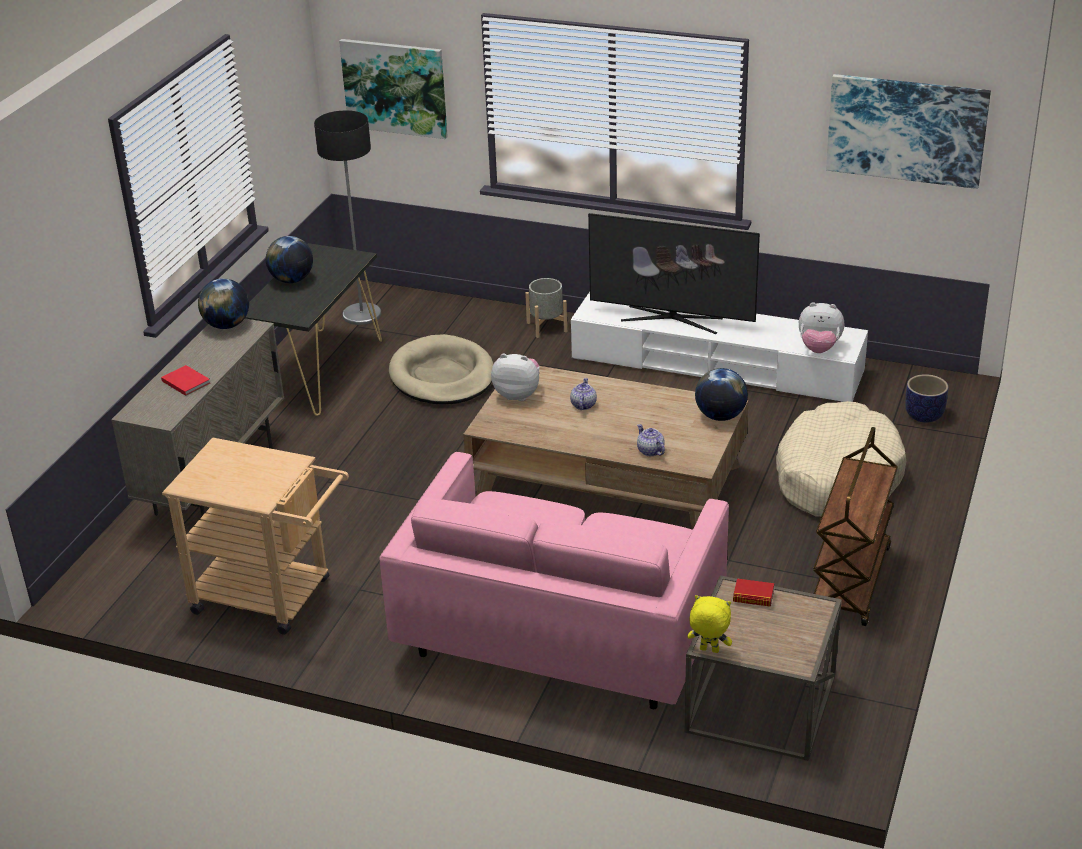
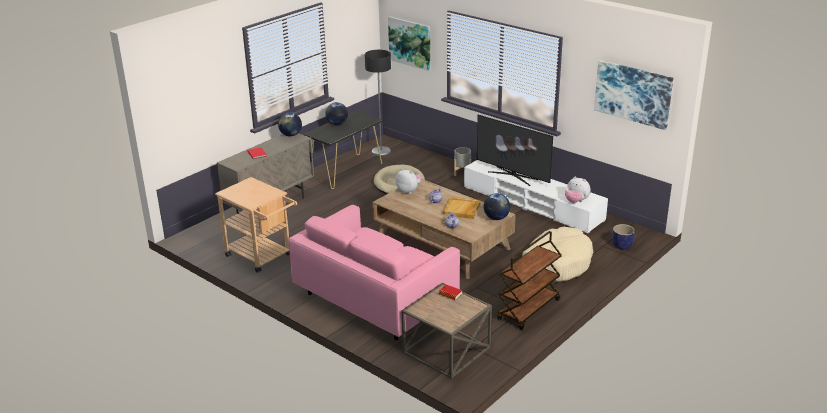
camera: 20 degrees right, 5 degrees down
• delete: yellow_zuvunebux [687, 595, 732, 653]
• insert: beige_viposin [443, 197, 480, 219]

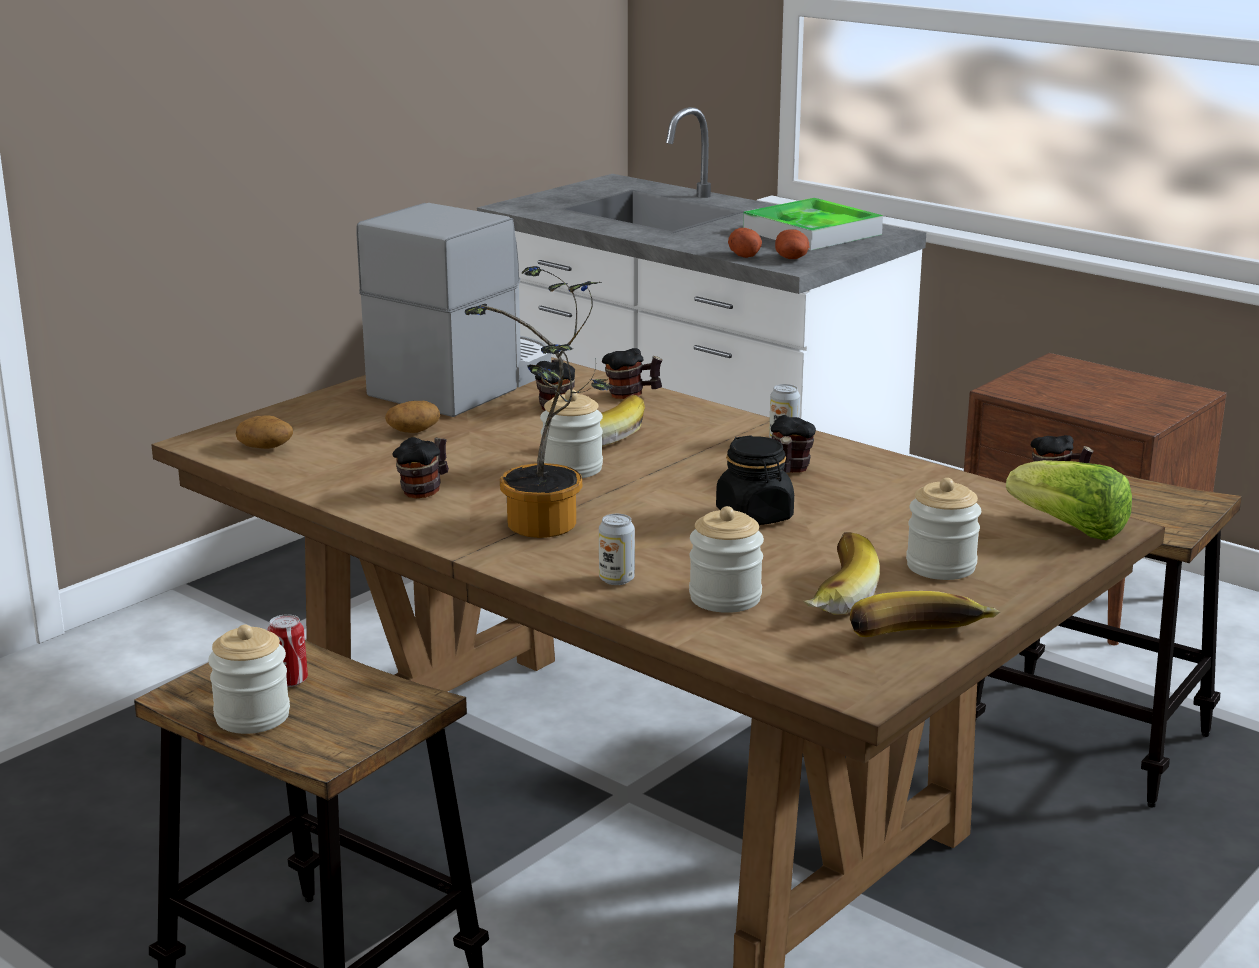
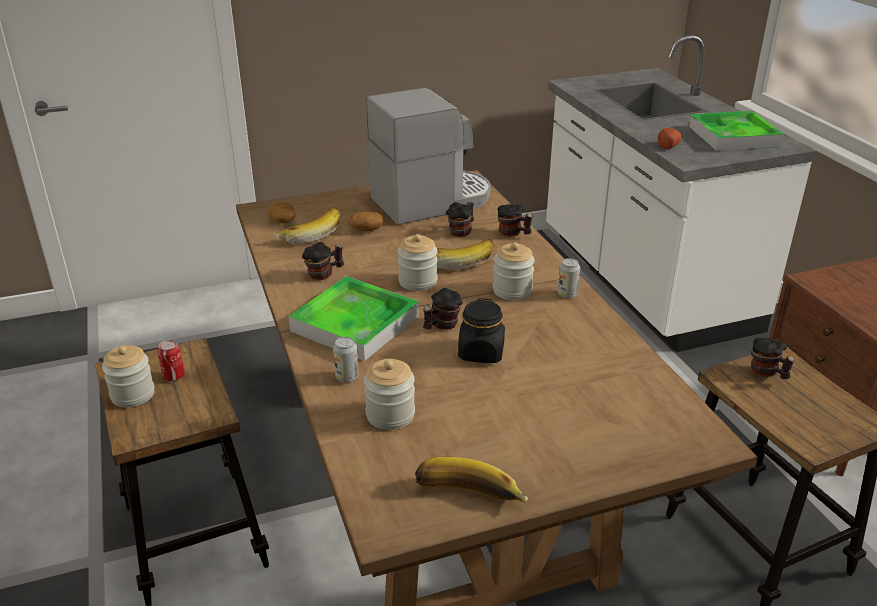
camera: 30 degrees right, 10 degrees up
• delete: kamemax [775, 229, 809, 259]
• replace: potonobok [465, 266, 613, 538] to viposin [289, 276, 419, 361]
• move: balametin [771, 415, 816, 473] to [423, 288, 463, 330]
• delete: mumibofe [1006, 460, 1132, 540]
• move: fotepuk [906, 478, 981, 580] to [493, 242, 535, 300]
• move: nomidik [804, 532, 880, 615] to [274, 207, 340, 244]

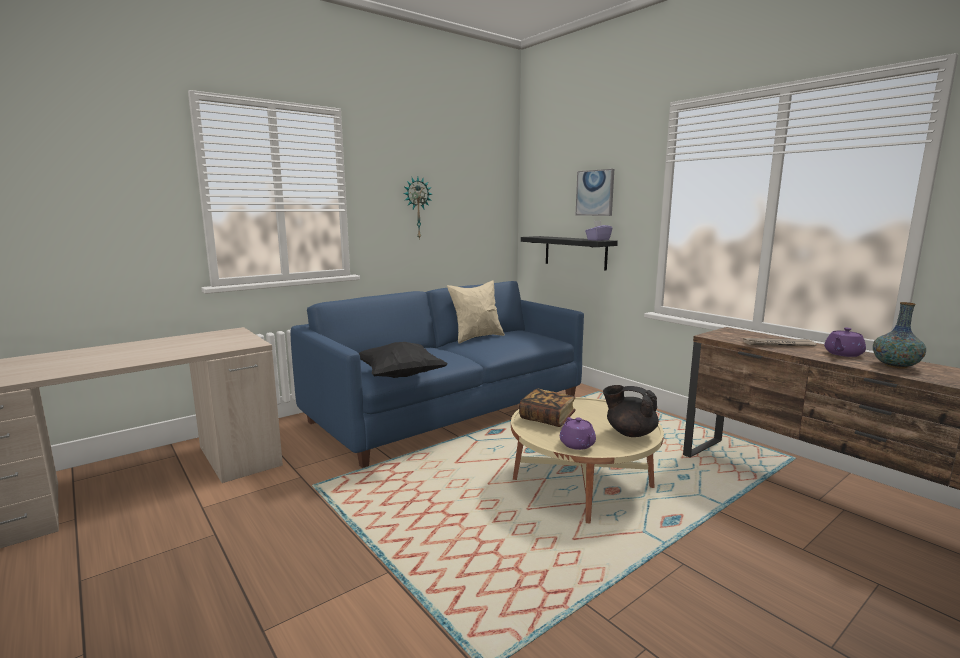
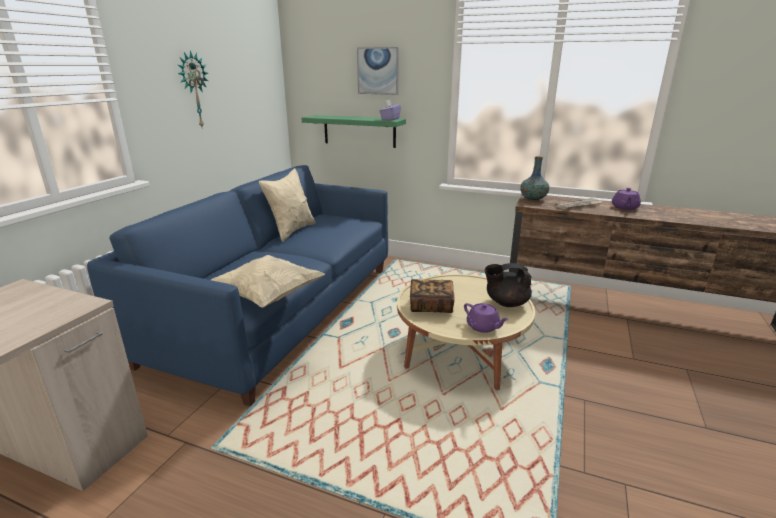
camera: 30 degrees left, 10 degrees up
• recolor: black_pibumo [521, 236, 618, 271] to green_pibumo [302, 115, 406, 148]
• move: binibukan [873, 302, 926, 369] to [520, 156, 549, 201]
• recolor: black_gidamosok [359, 342, 448, 378] to beige_gidamosok [211, 255, 325, 308]

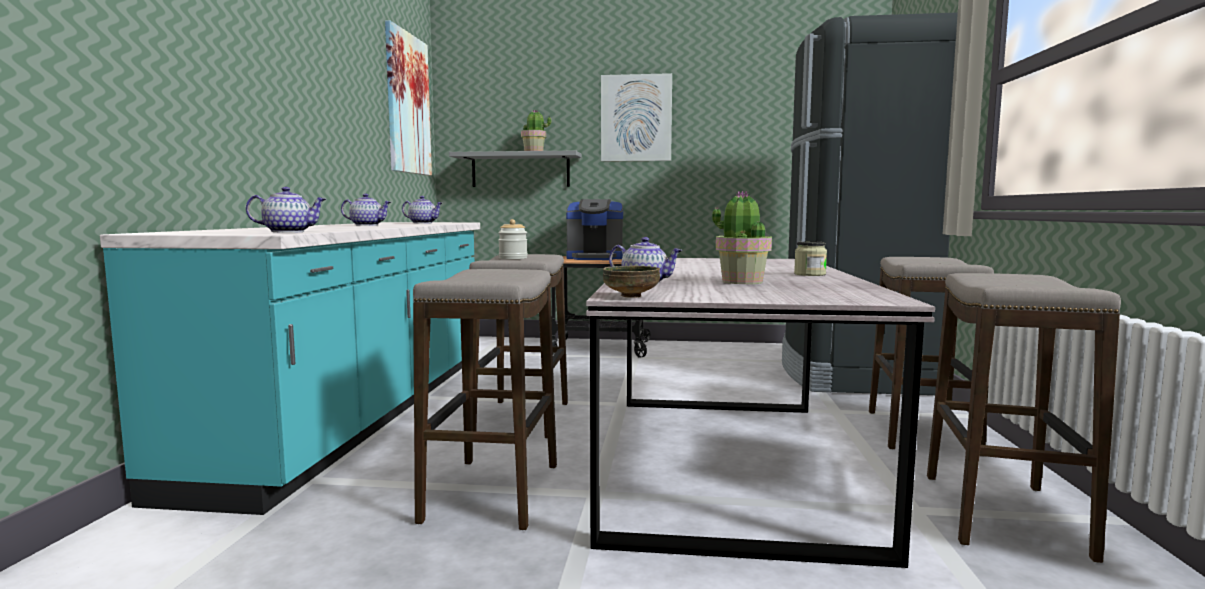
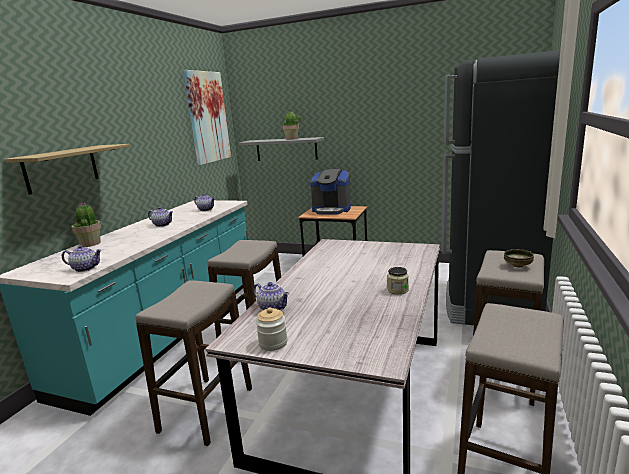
camera: 15 degrees right, 10 degrees up
• delete: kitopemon [601, 73, 672, 162]
• move: potonobok [712, 191, 772, 284] to [71, 202, 101, 247]
• move: fotepuk [498, 219, 528, 259] to [256, 307, 287, 351]
• move: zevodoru [603, 266, 660, 298] to [504, 249, 534, 268]
• insert: pibumo [4, 144, 130, 195]

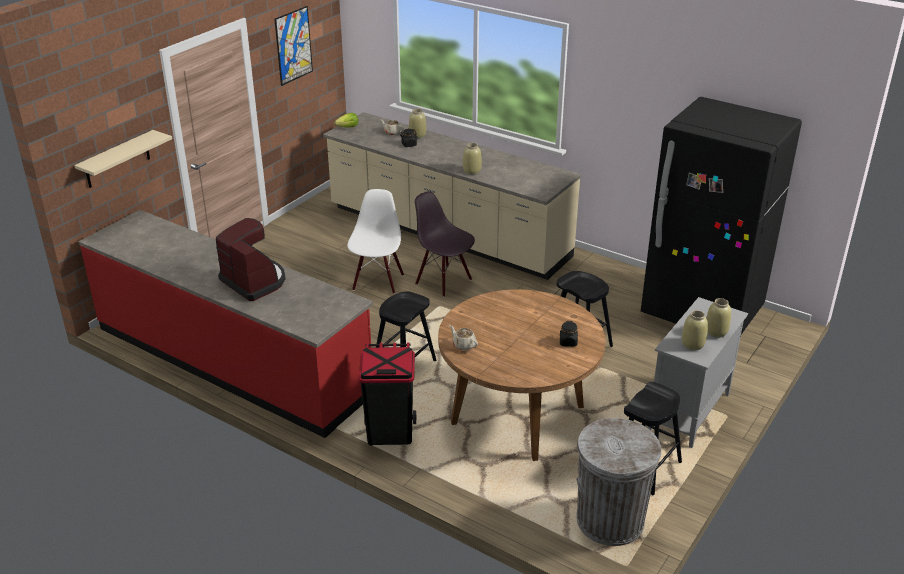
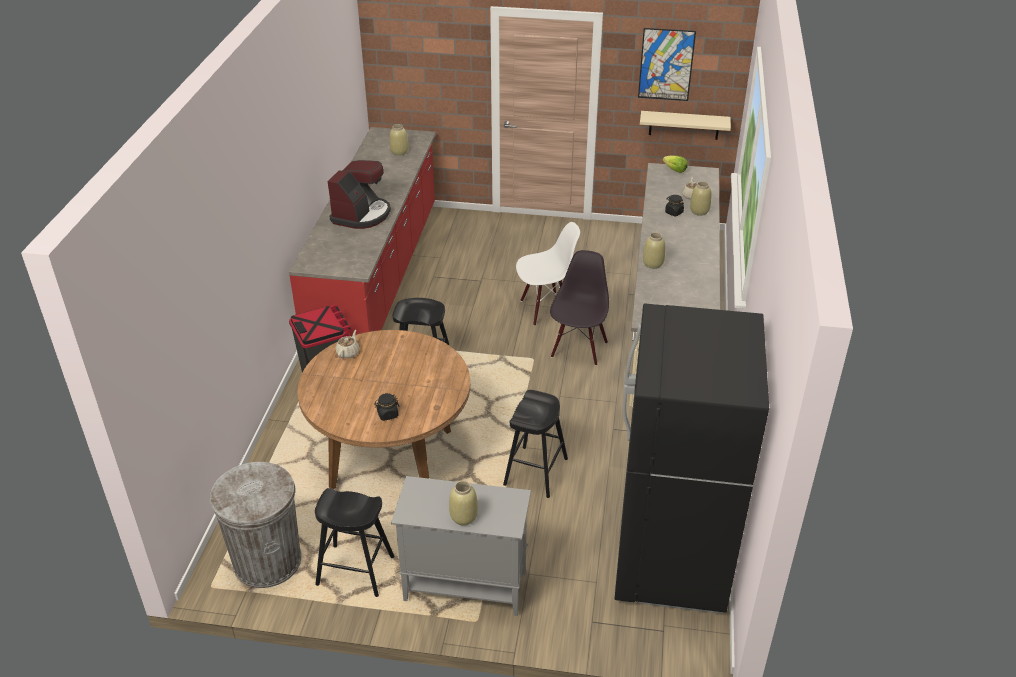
camera: 65 degrees right, 5 degrees up
• move: beige_pibumo [74, 130, 172, 188] to [640, 111, 731, 140]
• move: beige_binibukan [682, 310, 708, 351] to [389, 124, 408, 156]

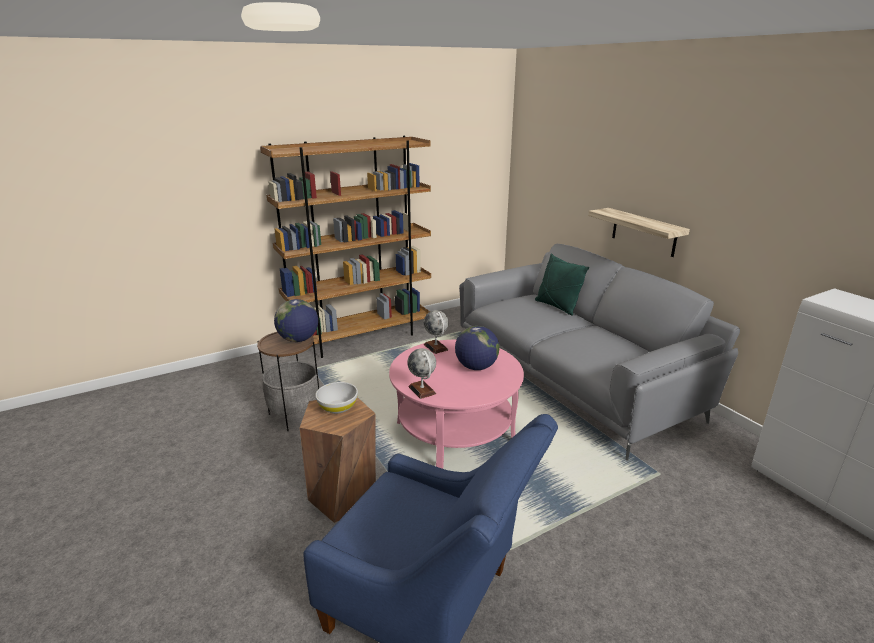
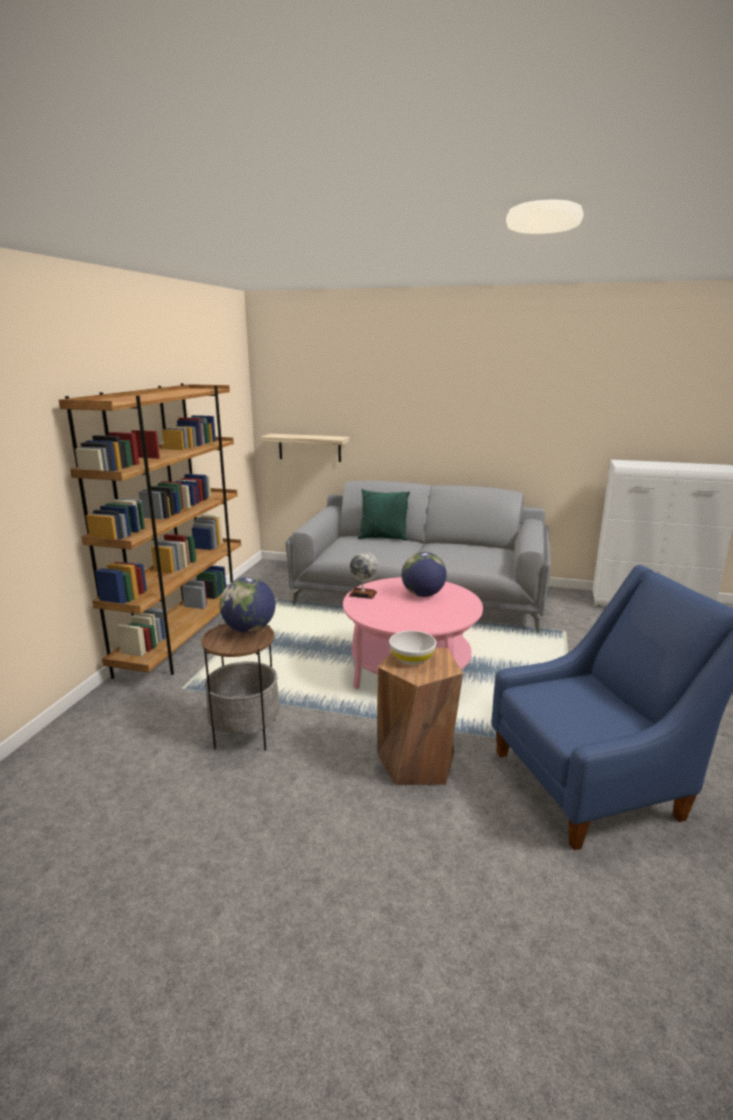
camera: 45 degrees left, 5 degrees down
• move: pibumo [588, 208, 690, 257] to [260, 434, 350, 462]
• delete: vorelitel [407, 348, 436, 399]

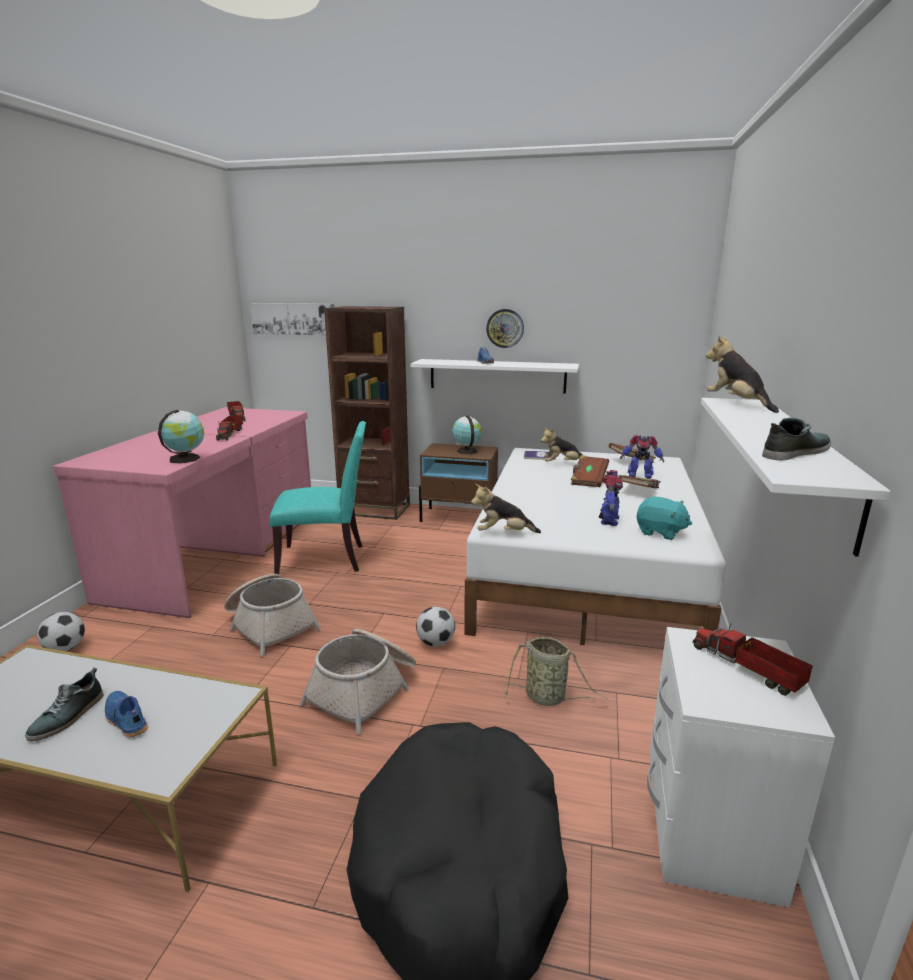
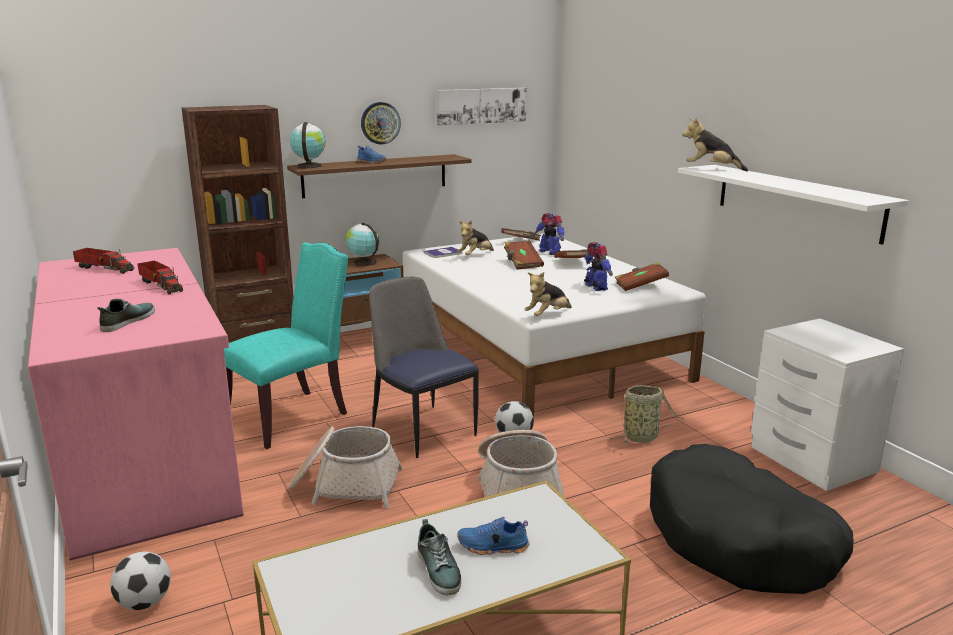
camera: 40 degrees left, 0 degrees up
• move: kitopemon [250, 303, 334, 335] to [436, 88, 527, 126]
• recolor: white_pibumo [410, 359, 579, 393] to brown_pibumo [287, 154, 472, 198]
• move: vorelitel [158, 410, 204, 464] to [290, 122, 326, 168]
• move: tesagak [762, 418, 831, 460] to [97, 298, 155, 332]
• rotate: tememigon [620, 435, 664, 479] = [535, 213, 565, 255] 75 degrees clockwise
• replace: turquoise_zuvunebux [637, 497, 692, 540] to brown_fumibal [615, 262, 669, 291]
• delete: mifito [692, 623, 813, 696]
• insert: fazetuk [369, 277, 479, 458]

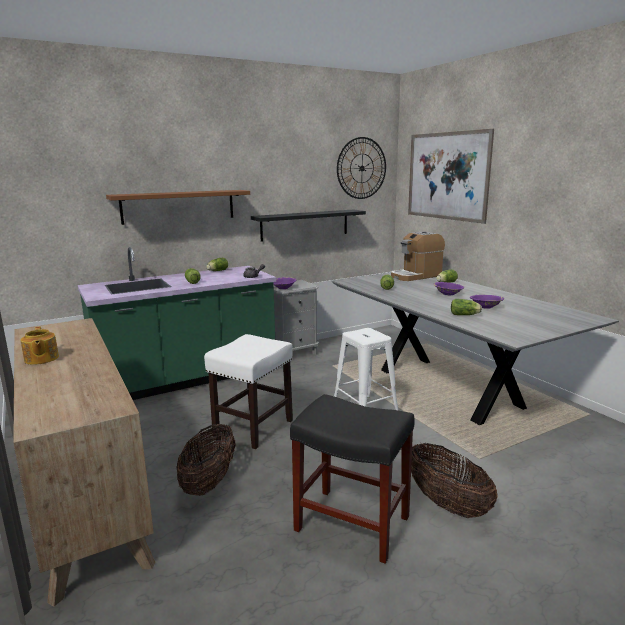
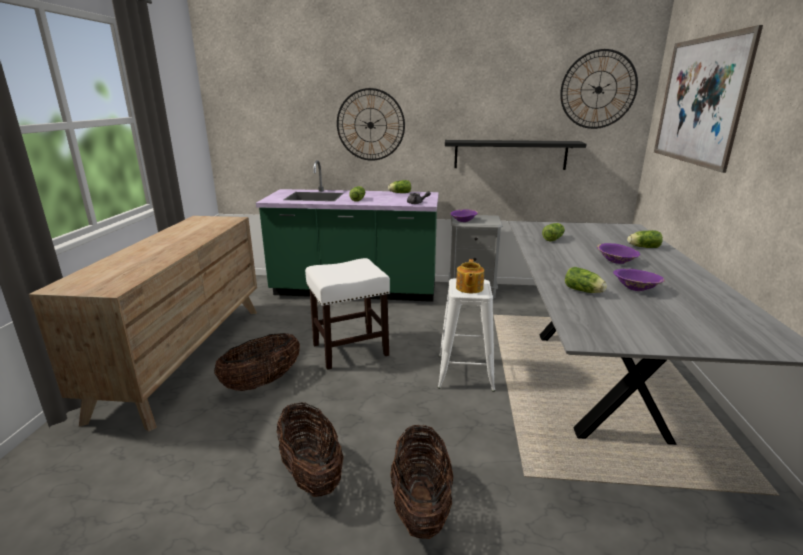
camera: 35 degrees right, 5 degrees up
• replace: brown_pibumo [106, 190, 250, 225] to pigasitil [337, 88, 405, 161]
• delete: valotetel [391, 231, 445, 281]
• move: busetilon [20, 327, 59, 365] to [456, 259, 484, 293]
• replace: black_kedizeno [290, 394, 415, 564] to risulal [277, 402, 344, 497]

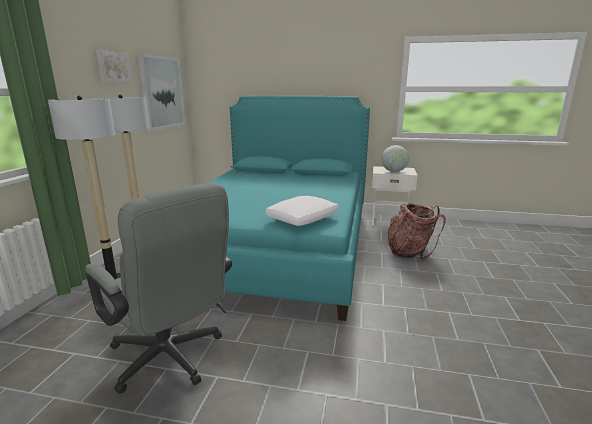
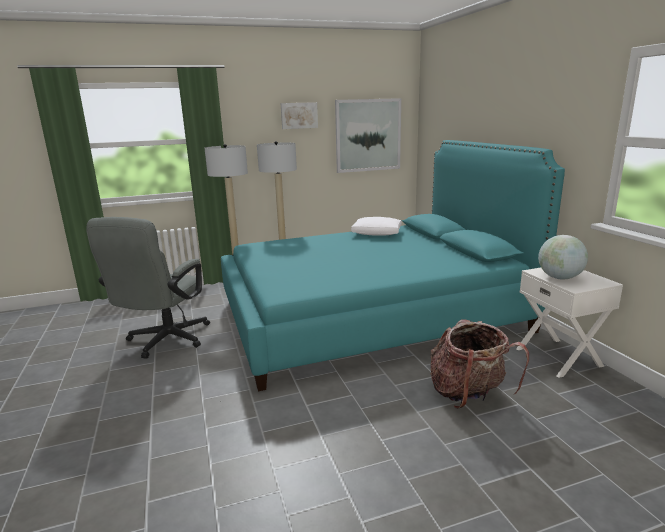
camera: 60 degrees right, 0 degrees up
• move: white_gidamosok [266, 196, 339, 226] to [351, 217, 402, 236]

